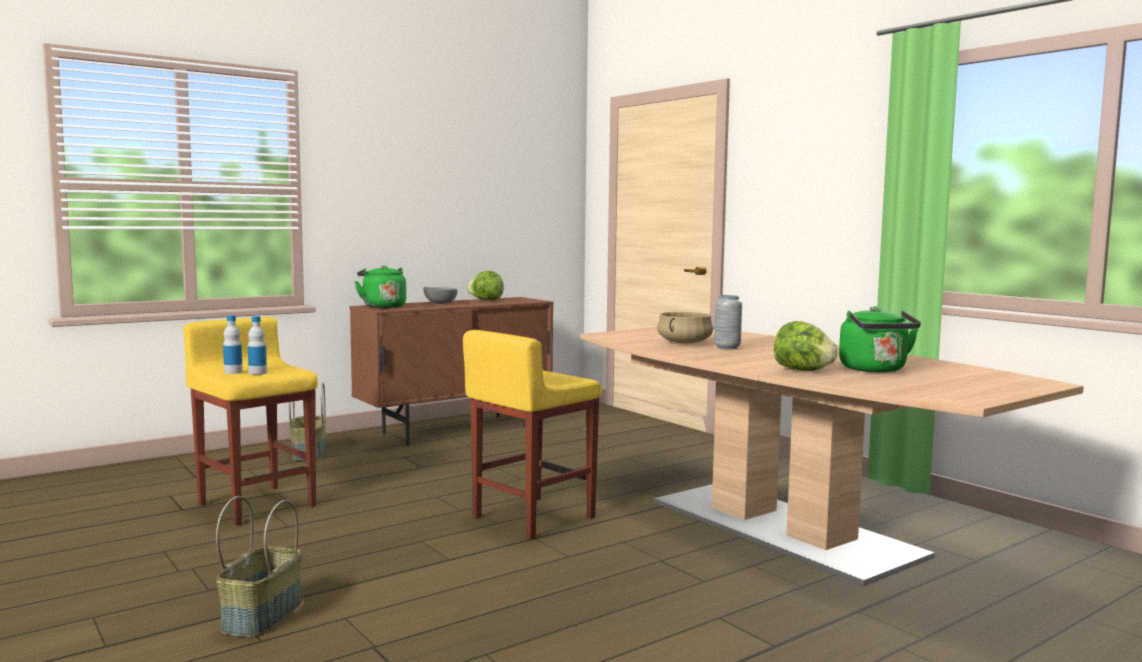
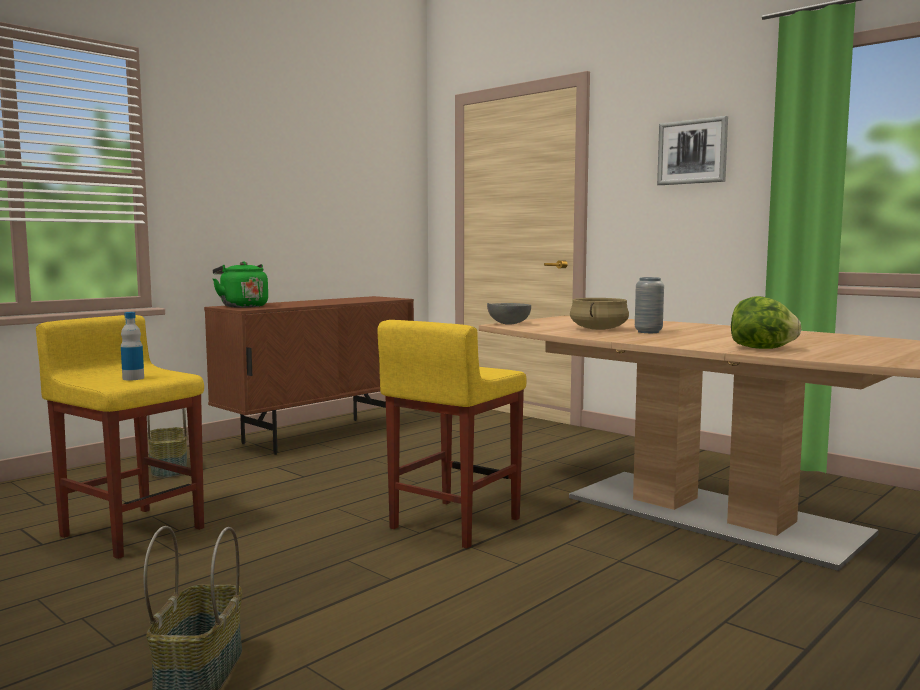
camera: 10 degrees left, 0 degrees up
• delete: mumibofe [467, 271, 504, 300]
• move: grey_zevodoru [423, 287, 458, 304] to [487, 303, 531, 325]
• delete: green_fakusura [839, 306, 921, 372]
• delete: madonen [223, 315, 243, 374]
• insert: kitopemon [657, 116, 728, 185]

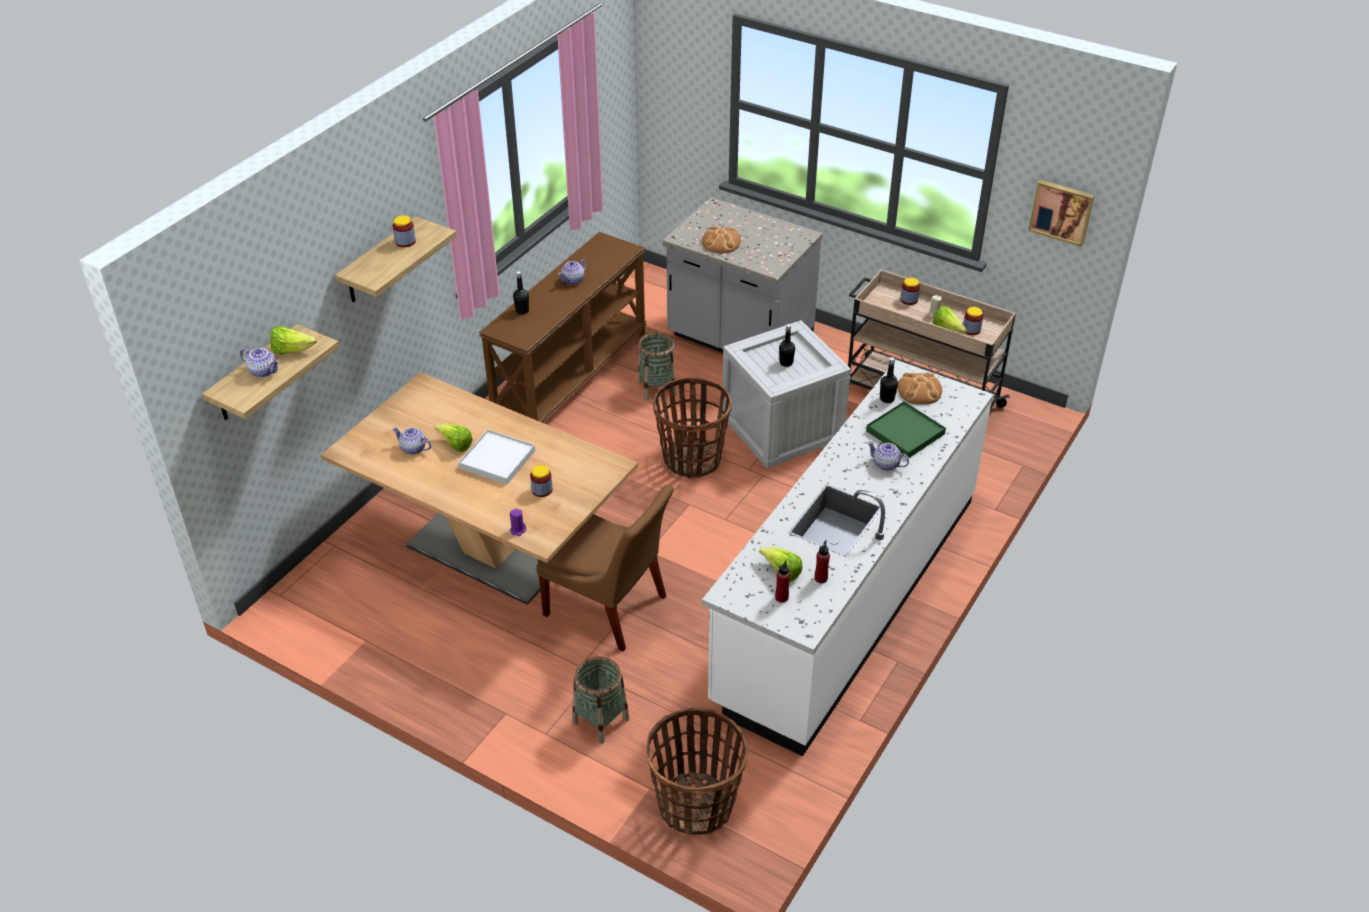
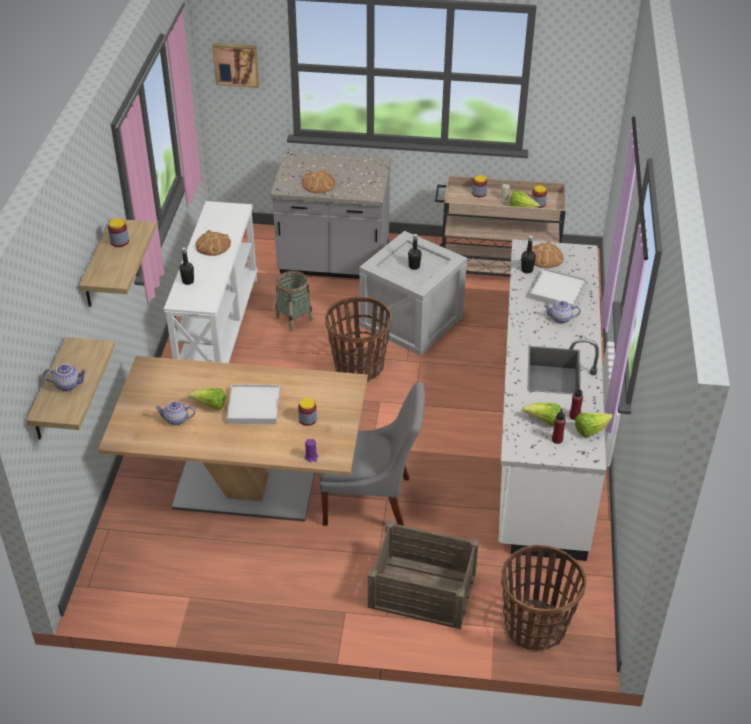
camera: 25 degrees left, 0 degrees up
• move: kitopemon [1028, 180, 1095, 247] to [212, 43, 259, 88]
• recolor: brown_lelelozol [479, 232, 647, 423] to white_lelelozol [164, 201, 258, 363]
• replace: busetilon [558, 259, 587, 285] to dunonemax [196, 230, 231, 256]
• move: mumibofe [270, 326, 317, 354] to [575, 413, 613, 437]
• recolor: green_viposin [866, 401, 946, 458] to white_viposin [529, 268, 586, 307]
• recolor: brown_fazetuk [536, 484, 674, 651] to grey_fazetuk [319, 382, 425, 526]
• replace: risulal [572, 656, 629, 744] to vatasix [368, 520, 479, 629]

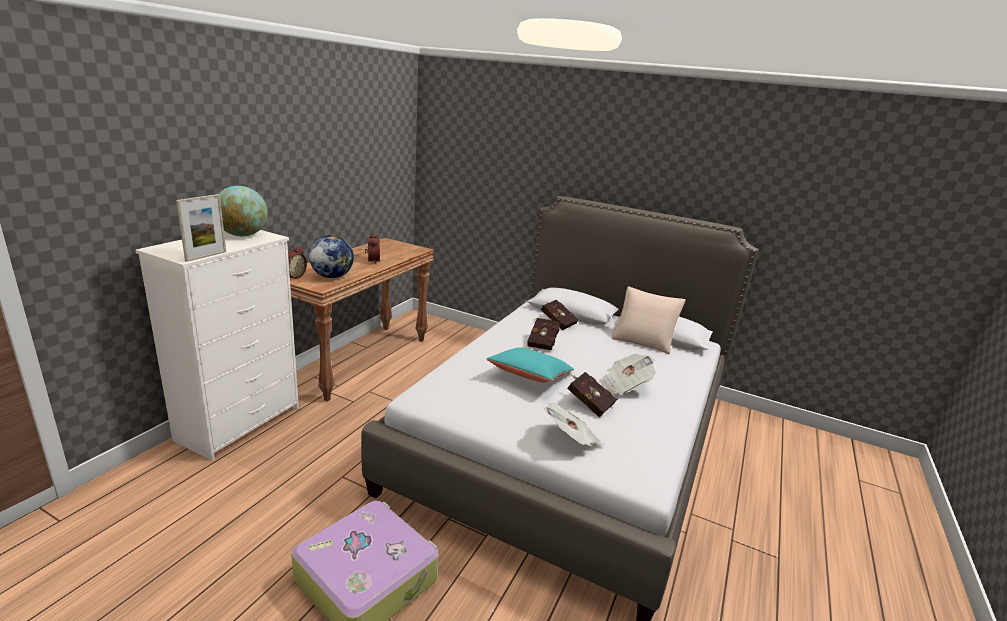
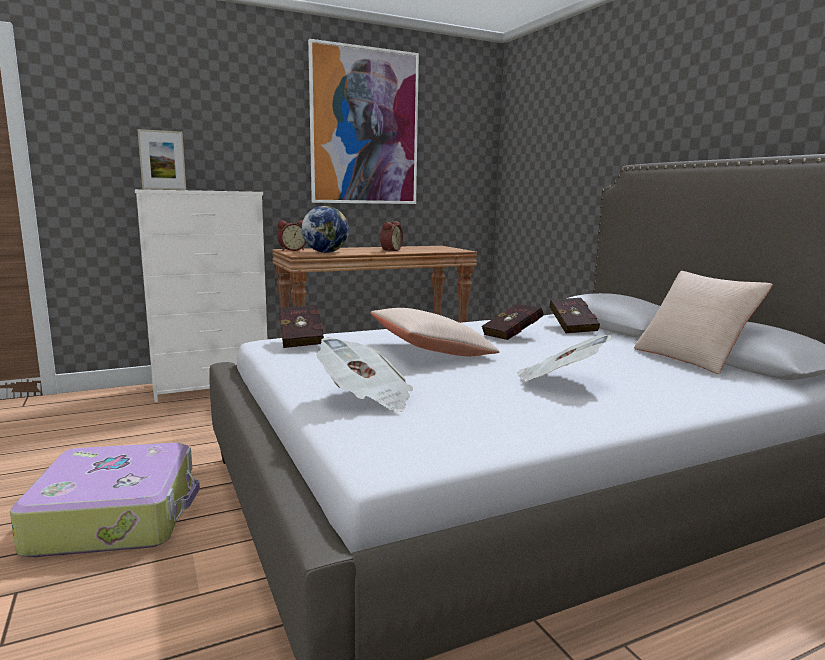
camera: 40 degrees right, 10 degrees down
• delete: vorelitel [218, 186, 268, 236]
• recolor: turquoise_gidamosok [486, 347, 574, 383] to beige_gidamosok [370, 308, 500, 356]
• move: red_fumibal [567, 372, 617, 418] to [279, 305, 324, 348]
• insert: kitopemon [308, 39, 419, 204]

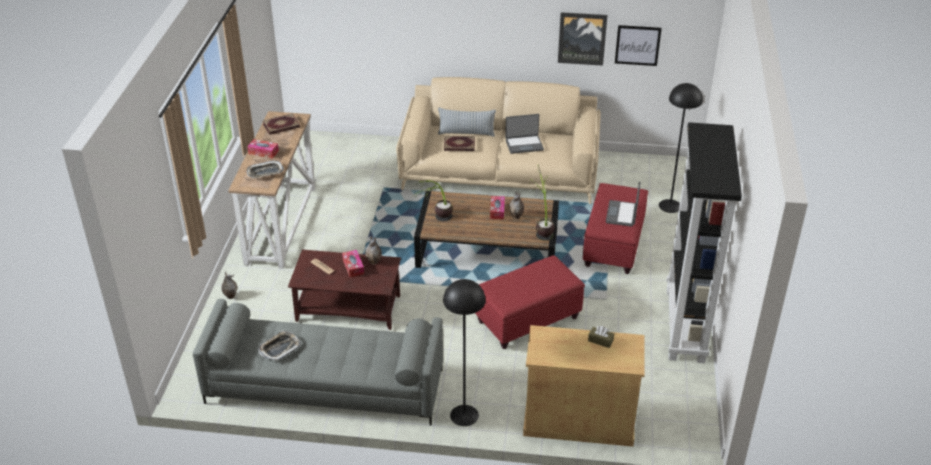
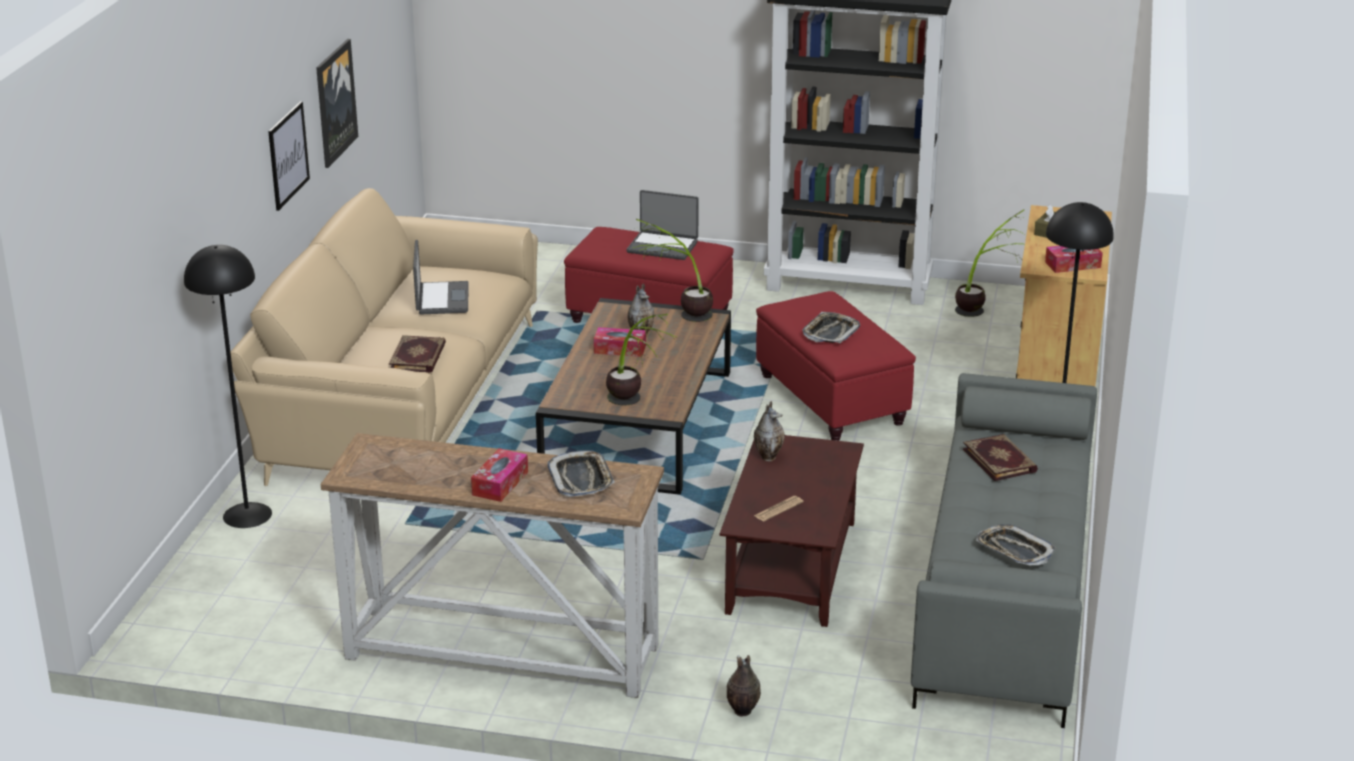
camera: 85 degrees left, 10 degrees down
• move: kitopemon [615, 25, 662, 66] to [268, 101, 310, 211]
• move: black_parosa [659, 83, 703, 213] to [184, 245, 272, 528]
• delete: gidamosok [438, 108, 496, 137]
• move: fumibal [263, 113, 300, 135] to [963, 434, 1038, 481]
• move: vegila [342, 250, 364, 277] to [1045, 246, 1103, 273]
• insert: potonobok [955, 209, 1024, 317]
• insert: viposin [802, 312, 860, 343]

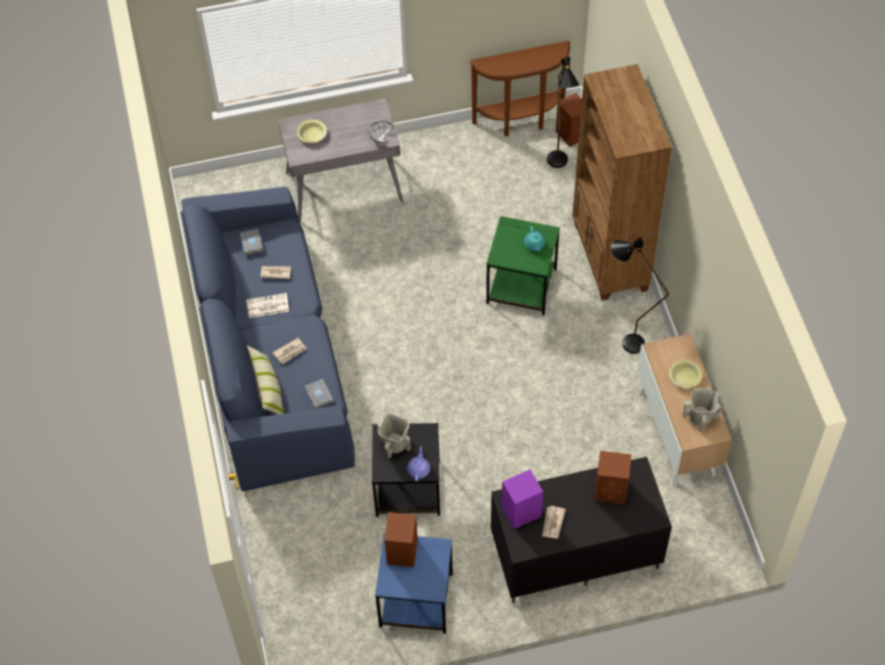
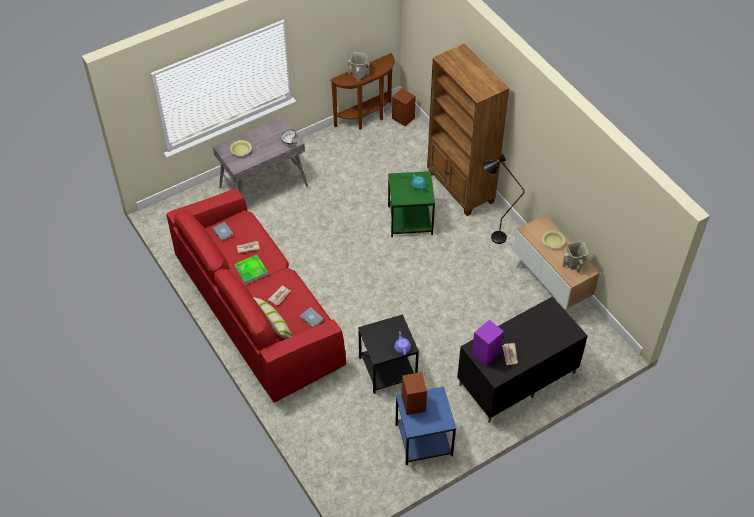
camera: 20 degrees left, 5 degrees down
• delete: black_parosa [547, 57, 579, 168]
• recolor: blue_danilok [181, 187, 355, 491] to red_danilok [167, 189, 346, 403]
• replace: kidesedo [246, 293, 290, 318] to viposin [234, 255, 268, 285]
• move: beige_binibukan [377, 413, 411, 458] to [348, 52, 370, 81]
• delete: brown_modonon [594, 451, 632, 504]

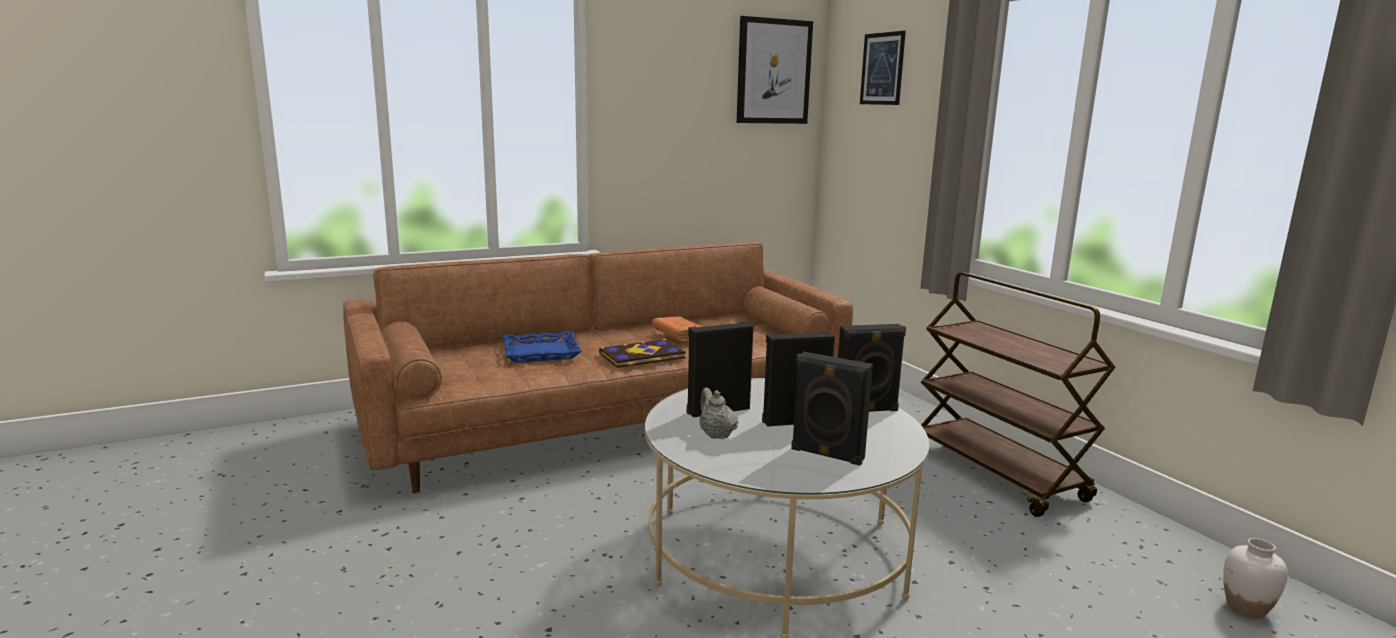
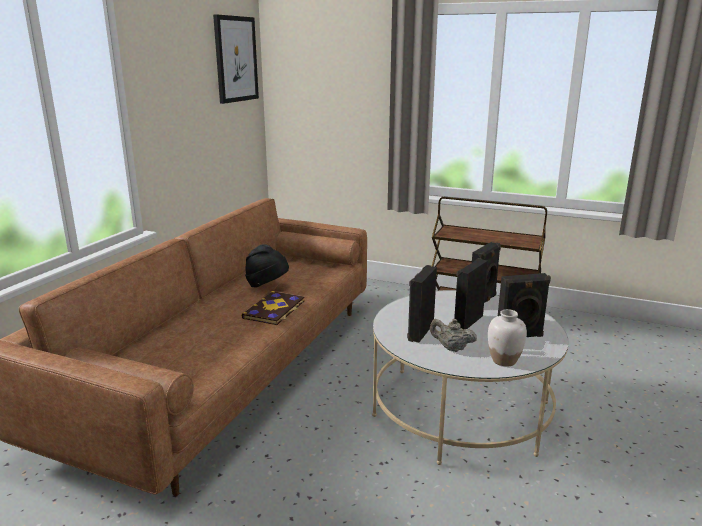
camera: 40 degrees left, 5 degrees up
• delete: kitopemon [860, 31, 906, 105]
• replace: orange_fumibal [652, 316, 705, 341] to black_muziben [245, 244, 289, 288]
• delete: blue_viposin [502, 331, 582, 362]
• move: white_binibukan [1223, 538, 1288, 619] to [488, 309, 527, 366]

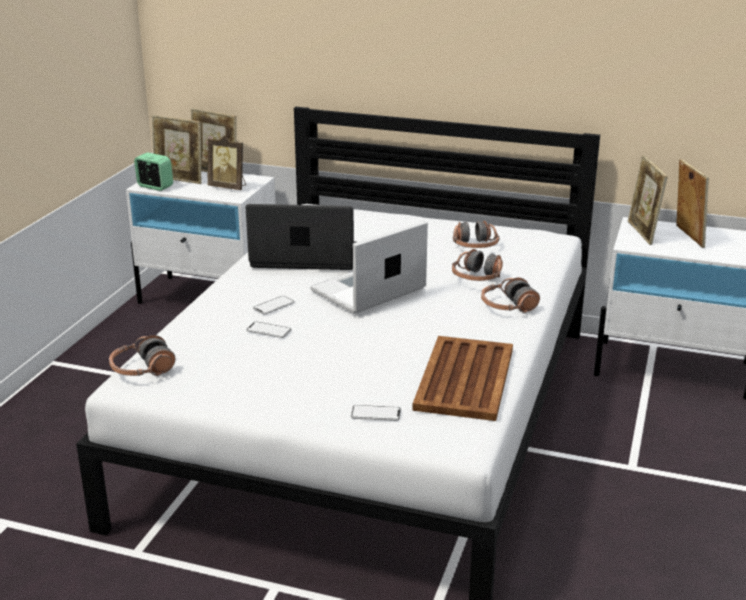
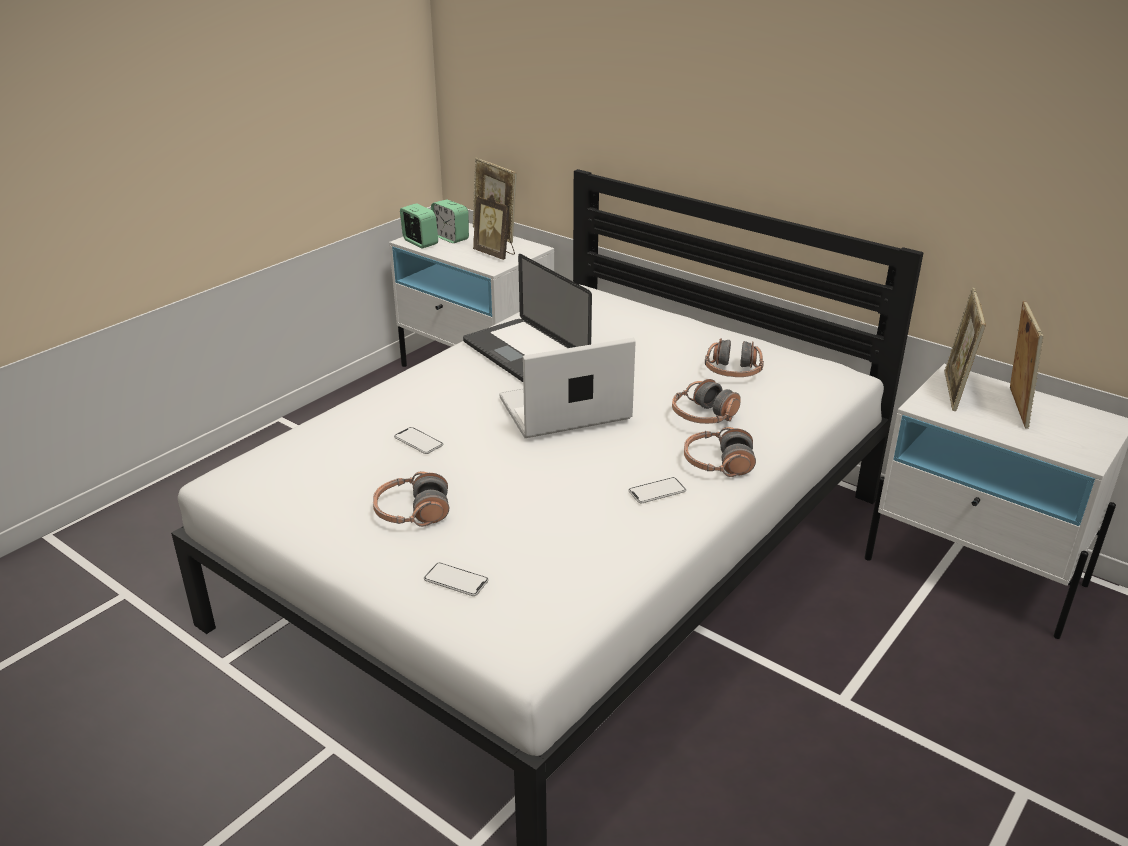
camera: 20 degrees right, 5 degrees up
• replace: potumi [152, 115, 202, 184] to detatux [431, 200, 469, 243]
• rotate: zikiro [246, 204, 356, 270] = [463, 254, 592, 382] 150 degrees counterclockwise
• move: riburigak [253, 296, 295, 315] to [628, 477, 686, 503]
• move: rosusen [109, 335, 176, 376] to [373, 471, 449, 527]
• delete: brown_viposin [412, 336, 513, 421]

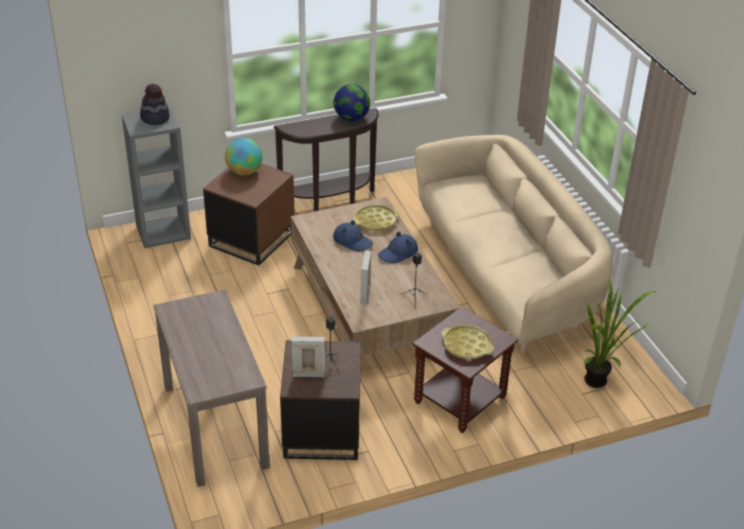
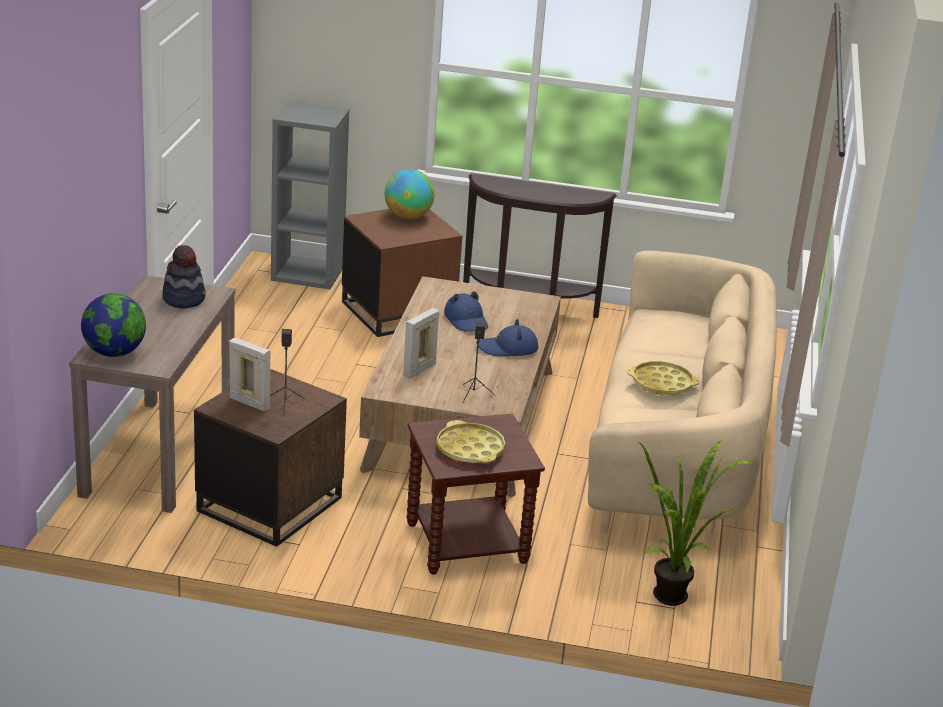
camera: 30 degrees right, 10 degrees down
• move: muziben [140, 83, 170, 125] to [163, 245, 206, 308]
• move: vorelitel [334, 84, 370, 121] to [81, 293, 146, 357]
• move: yellow_viposin [353, 205, 399, 231] to [627, 361, 700, 395]

